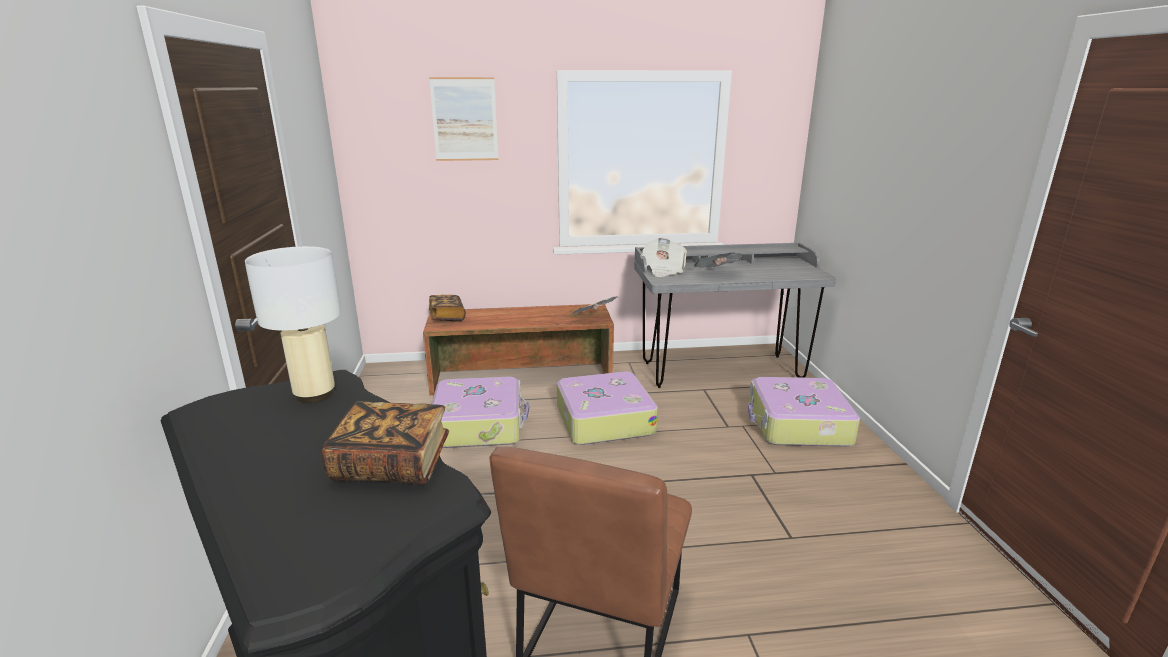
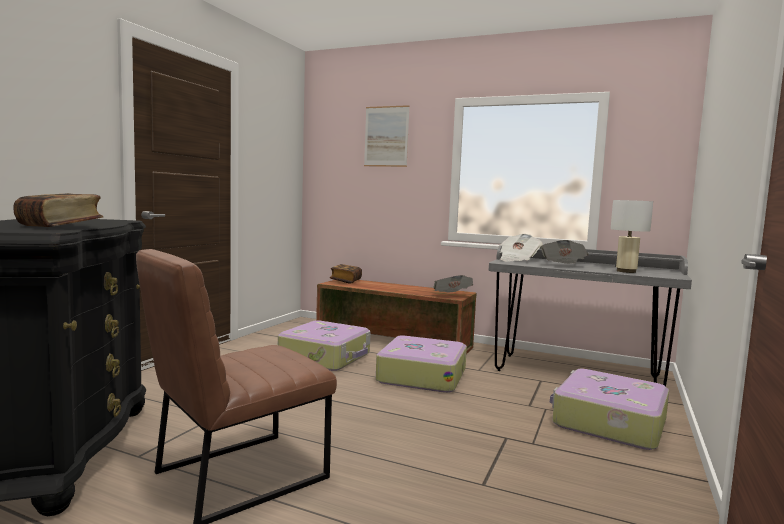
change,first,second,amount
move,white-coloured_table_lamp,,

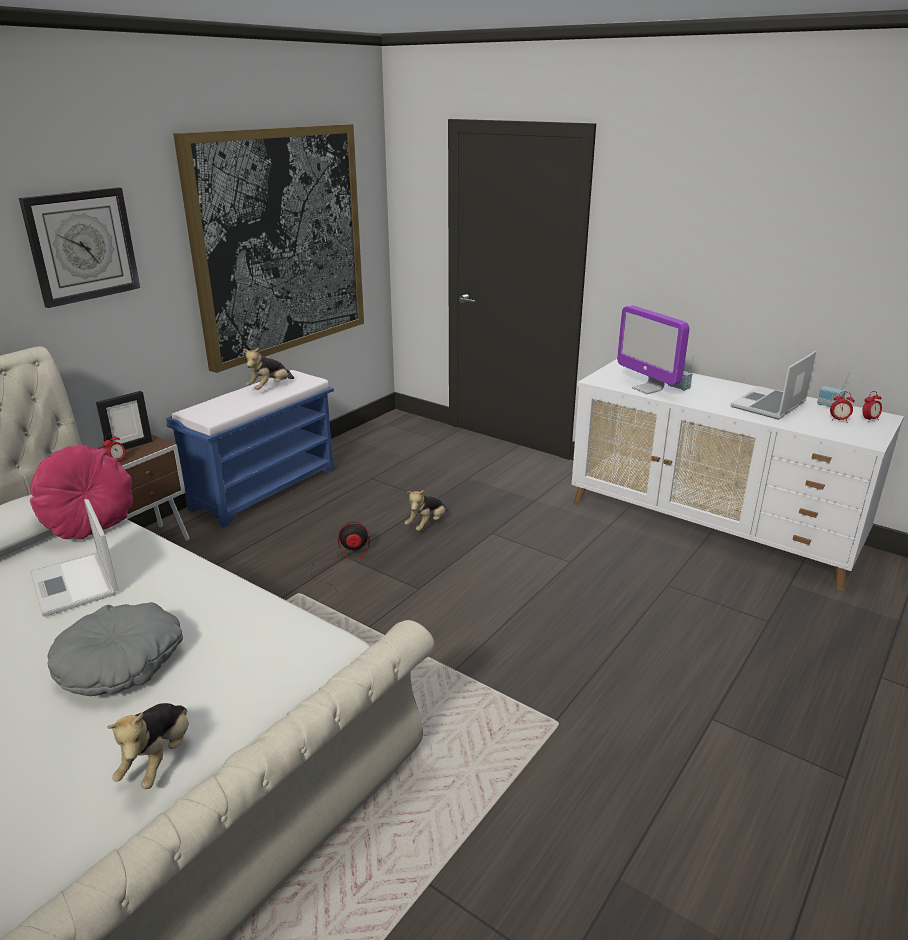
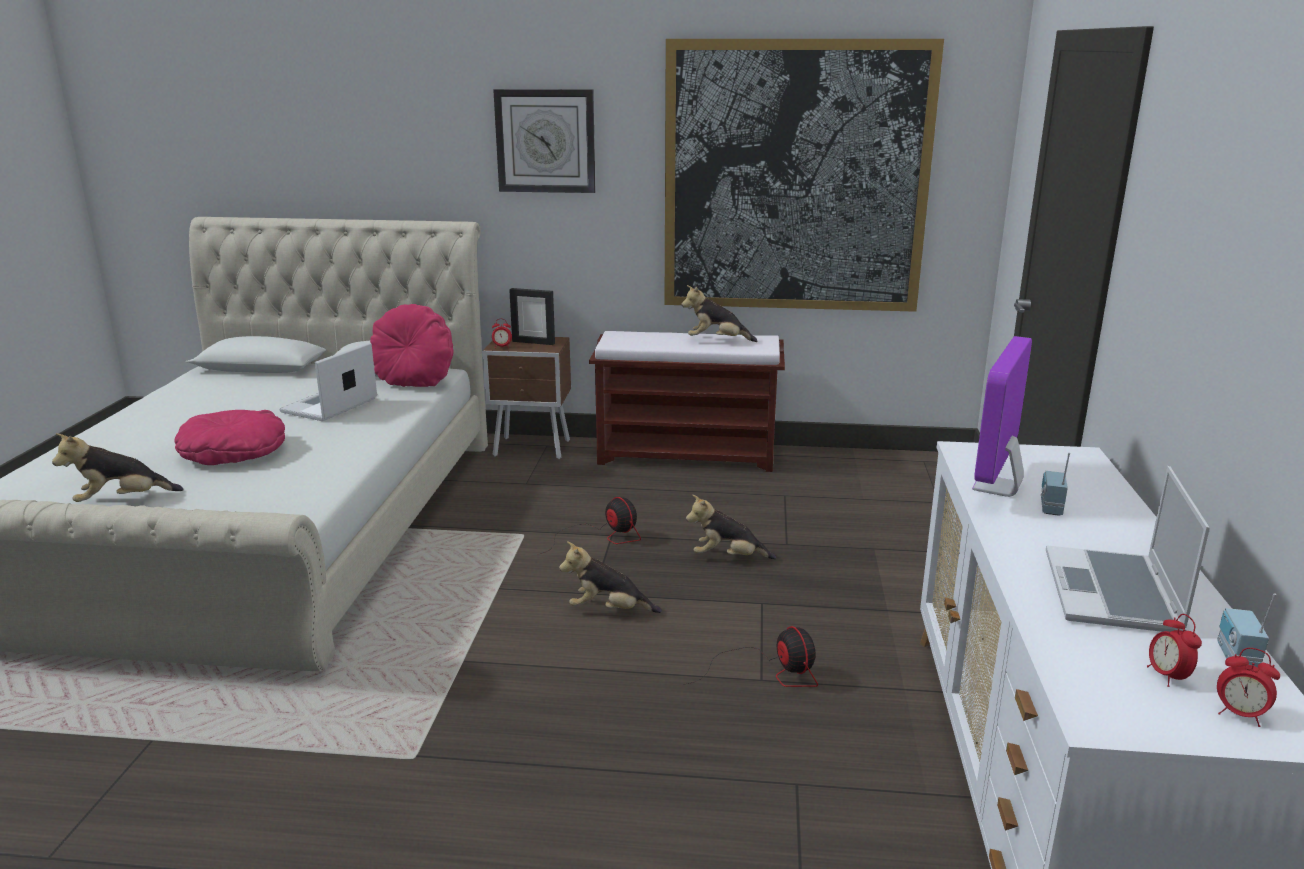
change,first,second,amount
rotate,portable_computer (2nd from left),,90 degrees counterclockwise
recolor,bluish_bench,brown-coloured_bench,
recolor,grey_cushion,pinkish_cushion (1st from left),
insert,,plush_toy (2nd from left),
insert,,fan (2nd from left),

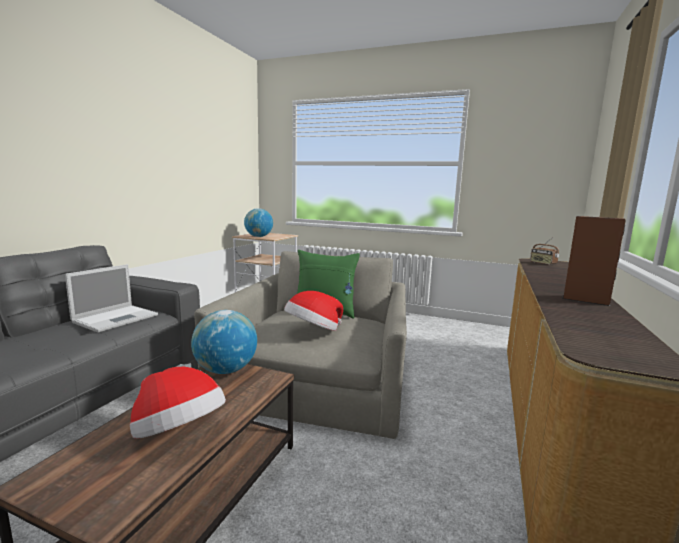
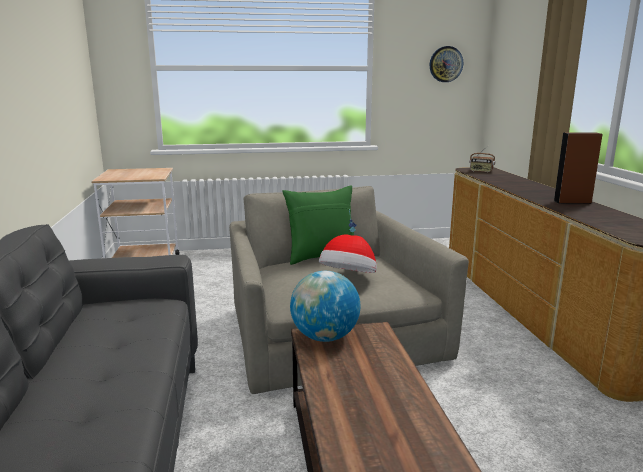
change,first,second,amount
delete,desk_globe (2nd from left),,
delete,portable_computer,,
delete,wearable_hat (1st from left),,
insert,,wall_clock,

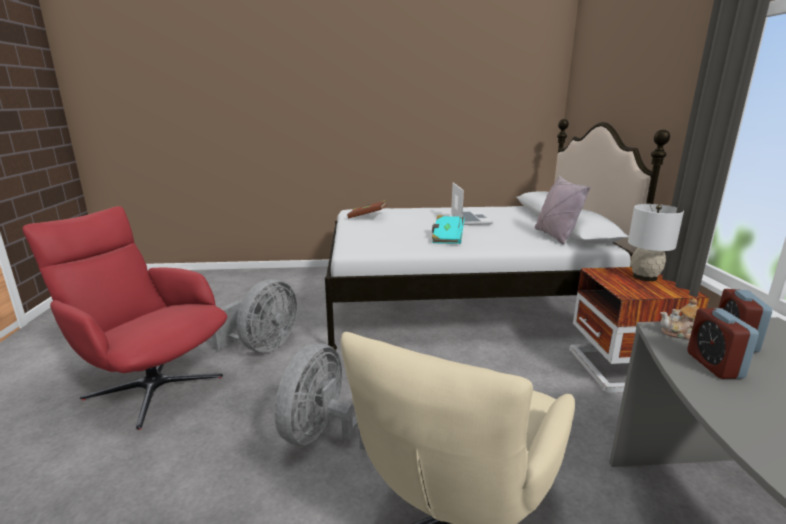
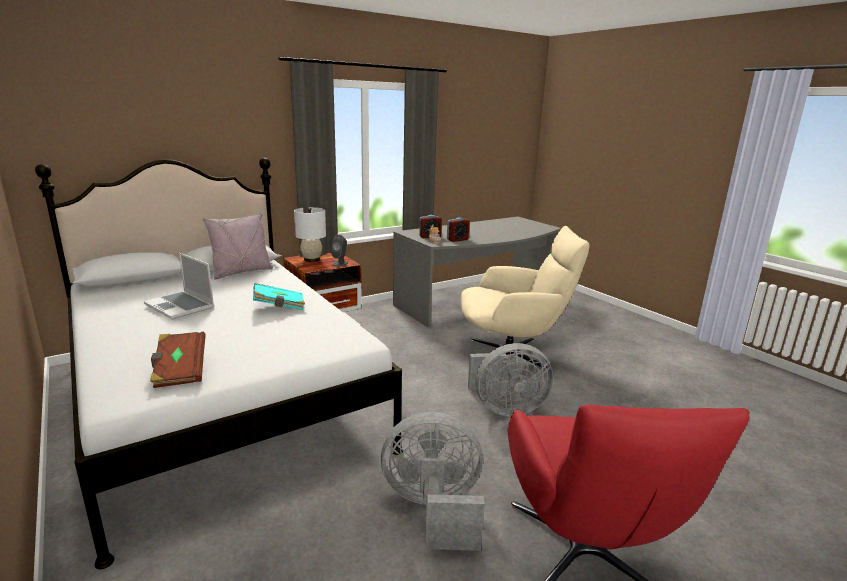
change,first,second,amount
rotate,portable_computer,,105 degrees counterclockwise
insert,,grey_speaker,

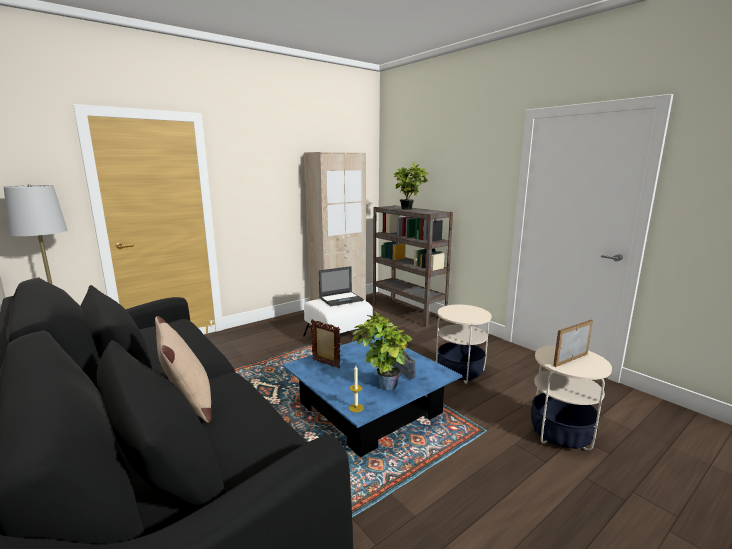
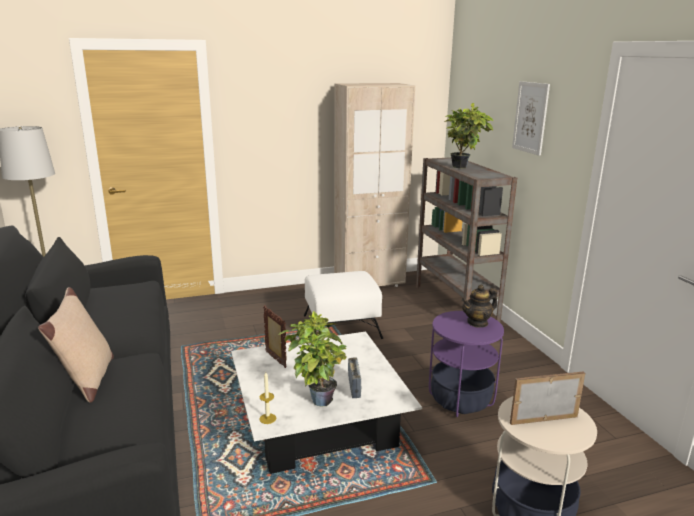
change,first,second,amount
delete,portable_computer,,
recolor,beige_side_table (1st from left),purple_side_table,
recolor,bluish_coffee_table,white-coloured_coffee_table,
insert,,wall_picture,
insert,,teapot,

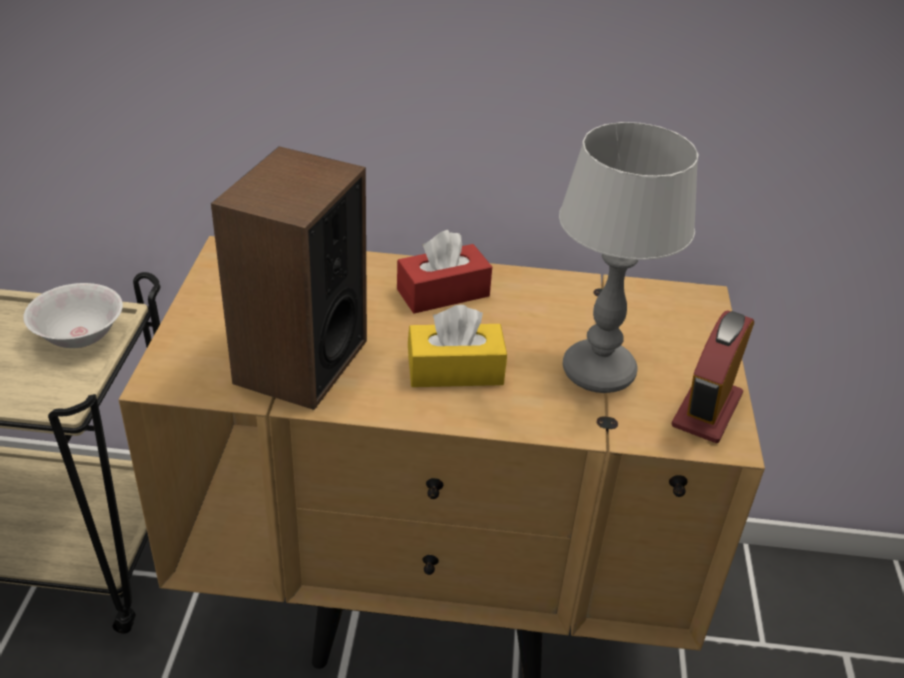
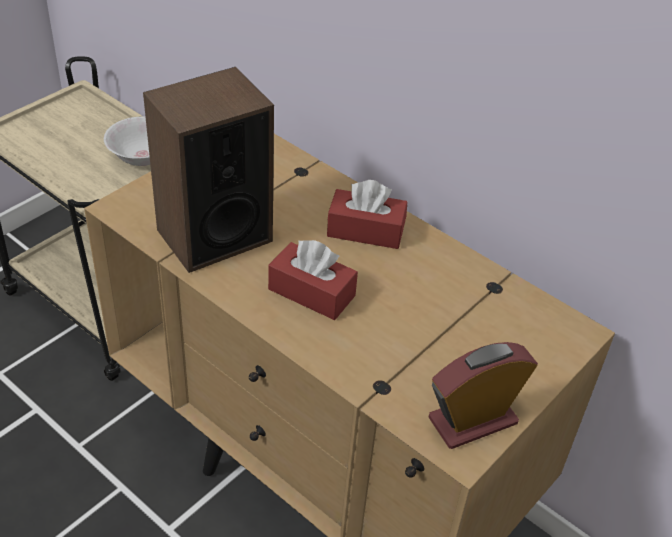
change,first,second,amount
delete,table_lamp,,
recolor,yellow-coloured_box_of_tissues,reddish_box_of_tissues (1st from left),

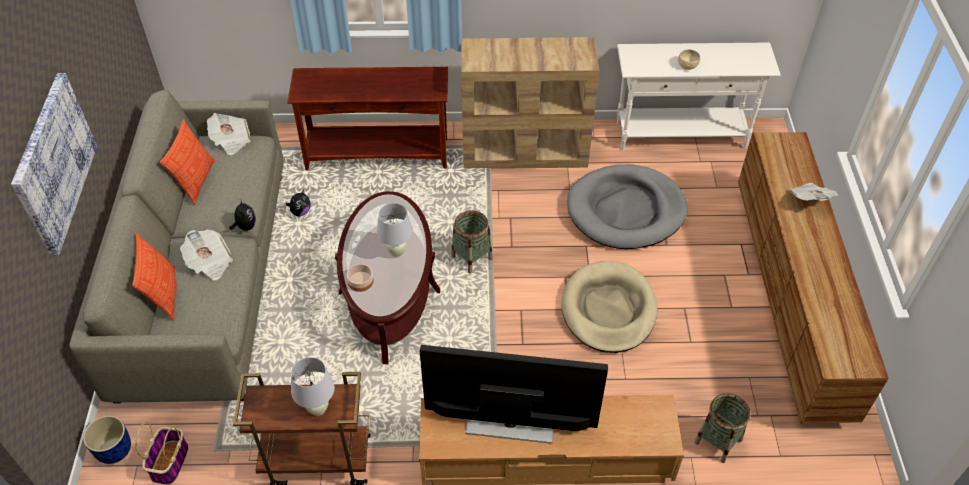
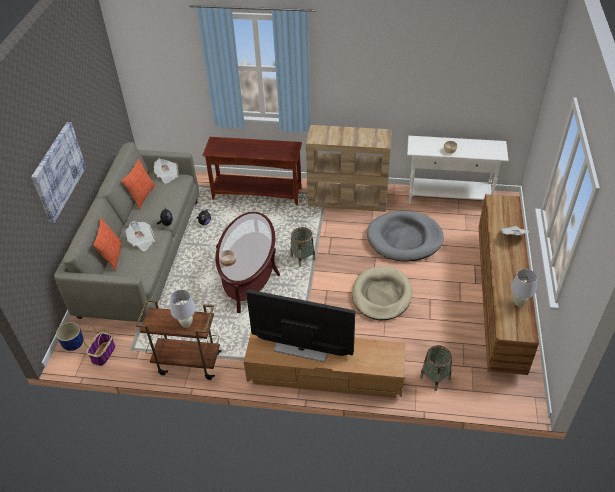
change,first,second,amount
move,white-coloured_table_lamp (2nd from left),,

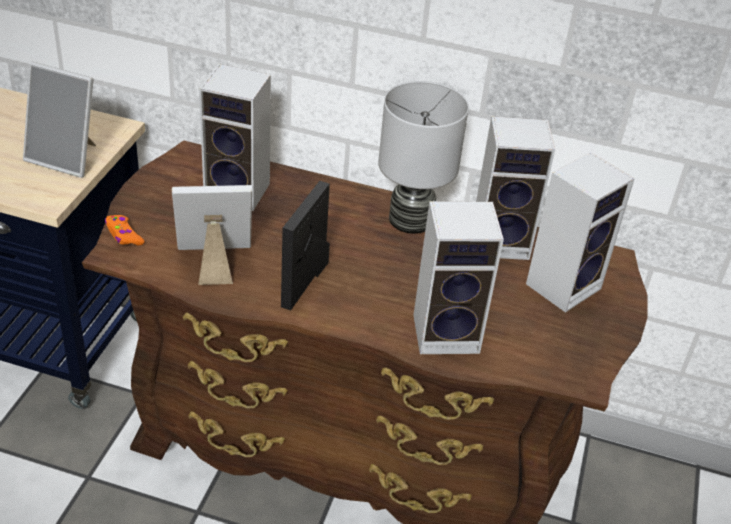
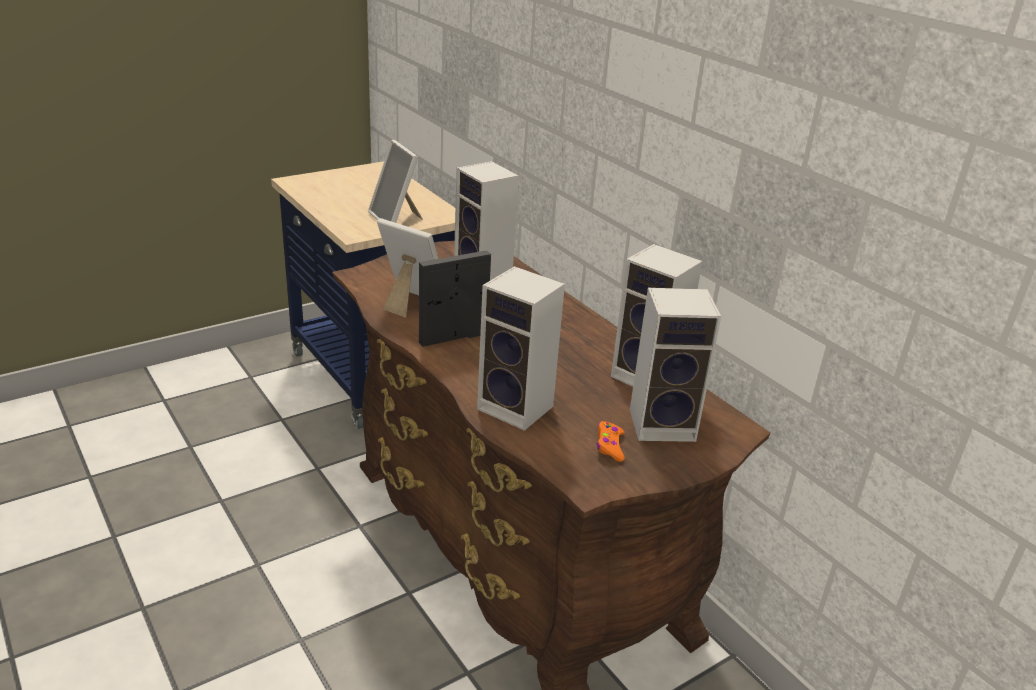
change,first,second,amount
delete,grey_table_lamp,,
move,orange_joypad,,

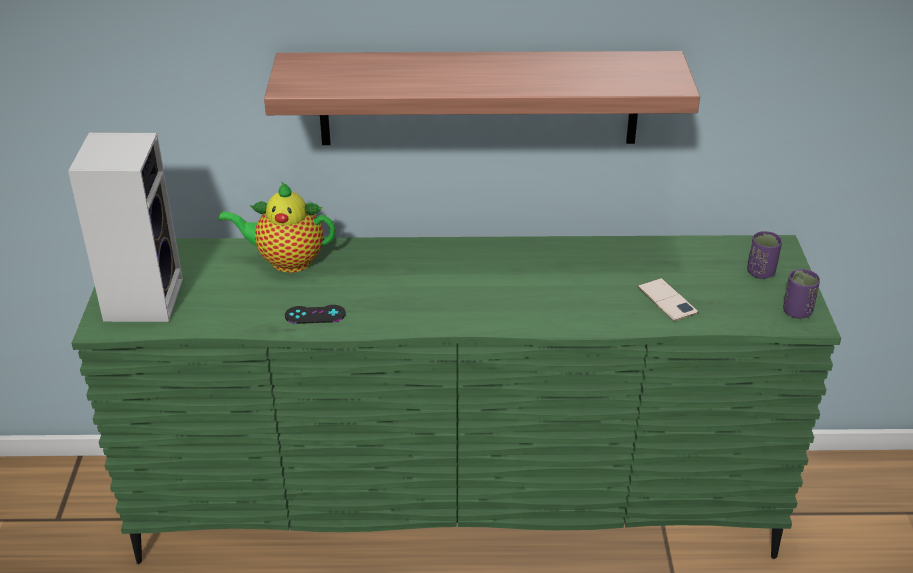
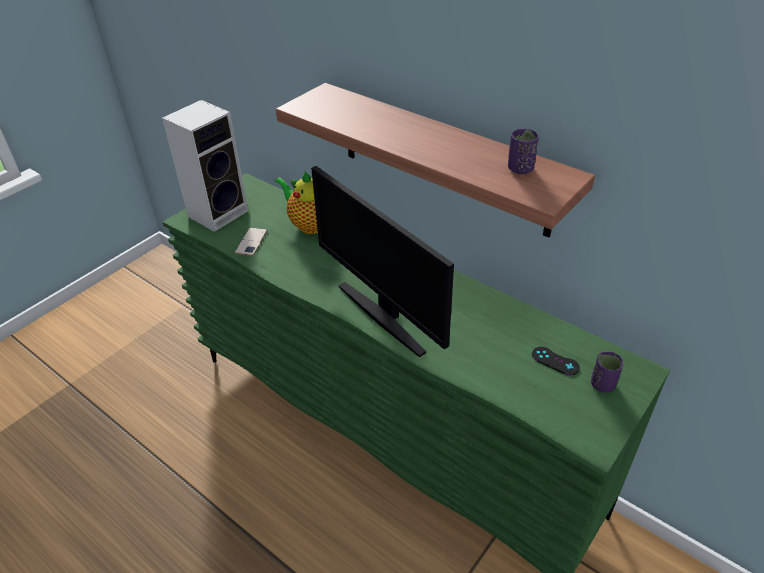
change,first,second,amount
move,purple_cup (2nd from left in the first image),purple_cup (1st from left),
move,phone,,
move,black-coloured_joypad,,
insert,,computer_display,

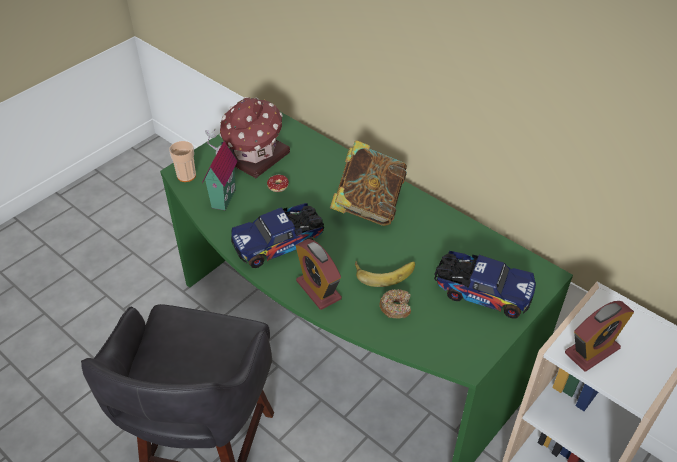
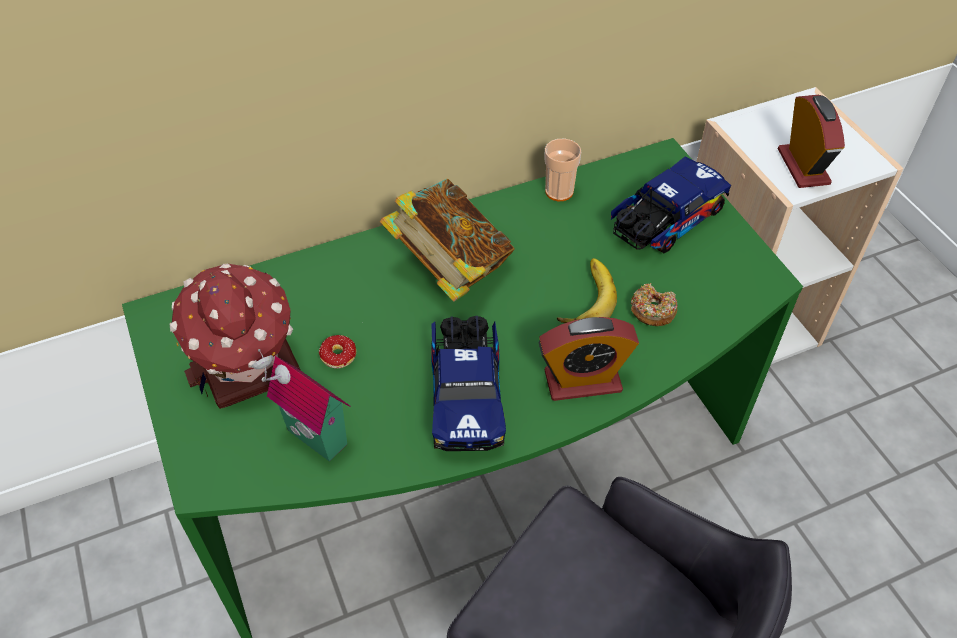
change,first,second,amount
move,cup,,

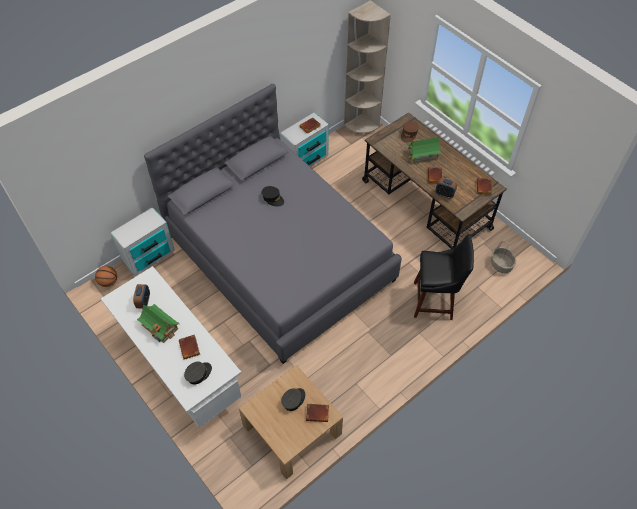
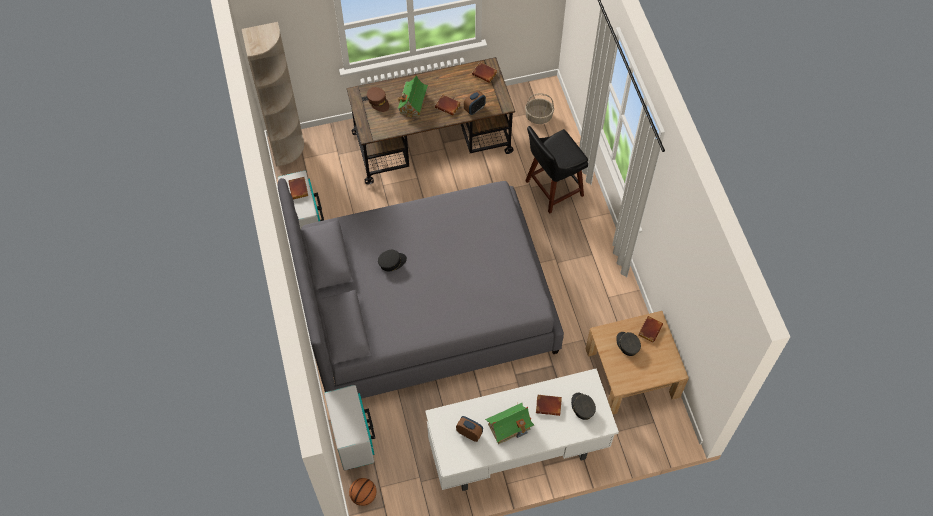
change,first,second,amount
rotate,black-coloured_plain_chair,,150 degrees counterclockwise

